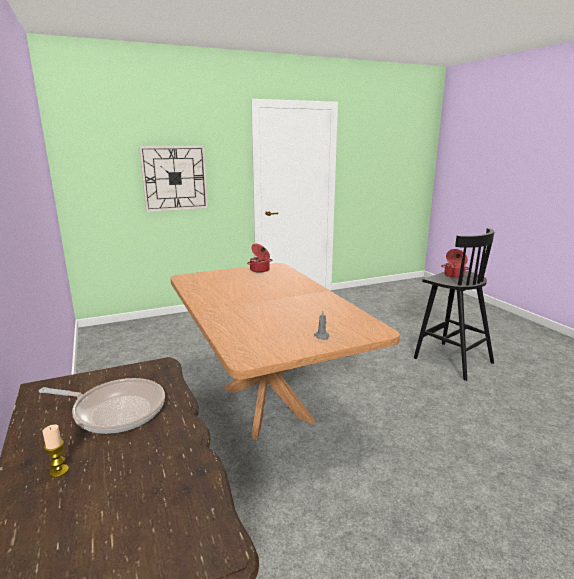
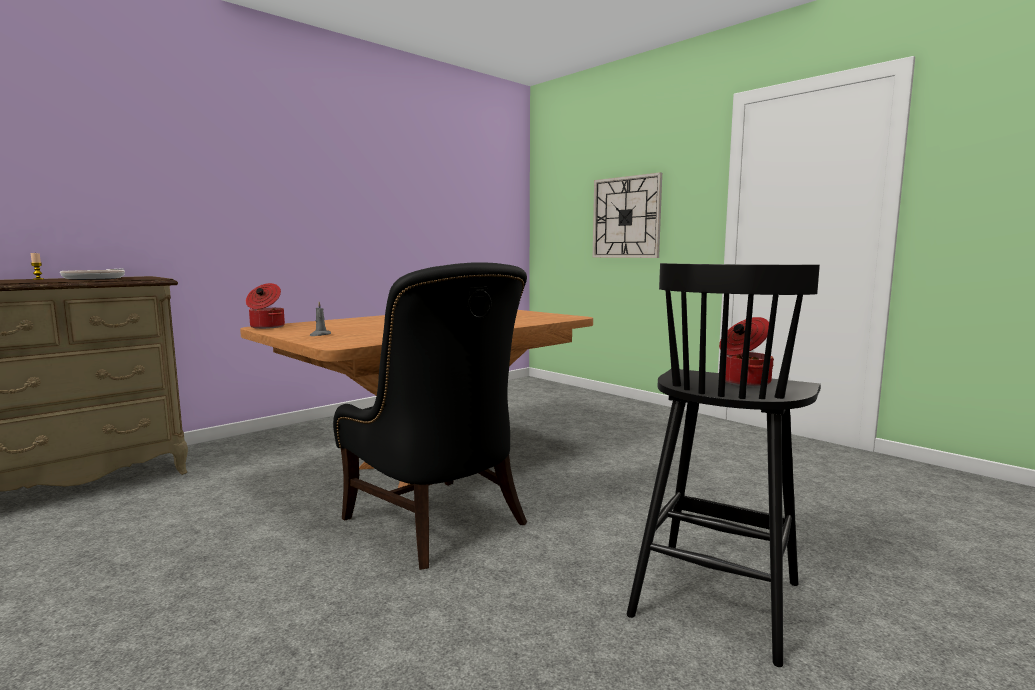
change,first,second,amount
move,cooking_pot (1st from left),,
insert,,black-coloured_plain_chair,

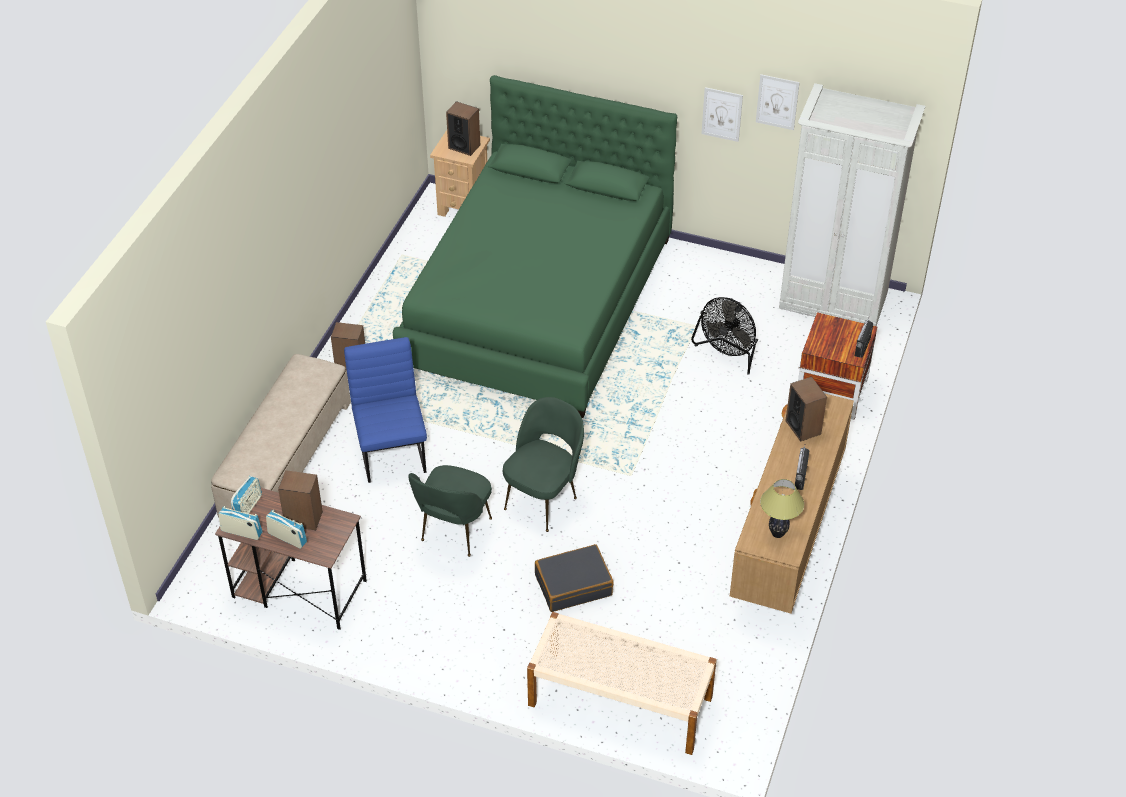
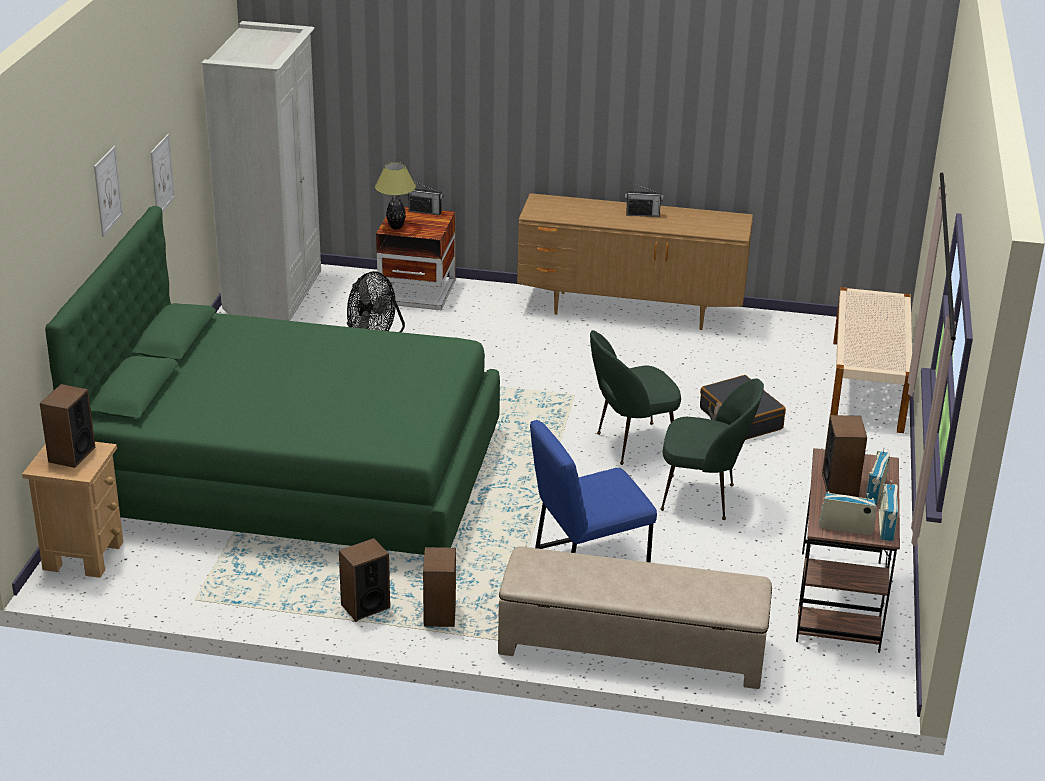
change,first,second,amount
move,wall_picture (2nd from left in the first image),wall_picture (1st from left),
move,speaker (4th from left in the first image),speaker (2nd from left),
rotate,green-coloured_plain_chair (2nd from left in the first image),green-coloured_plain_chair (1st from left),45 degrees counterclockwise
move,table_lamp,,

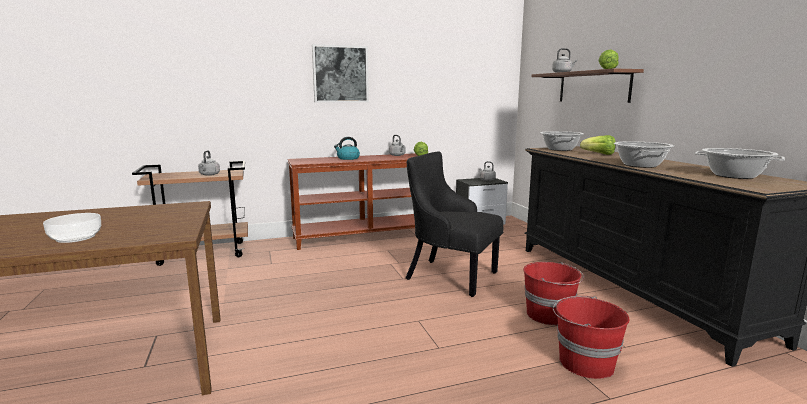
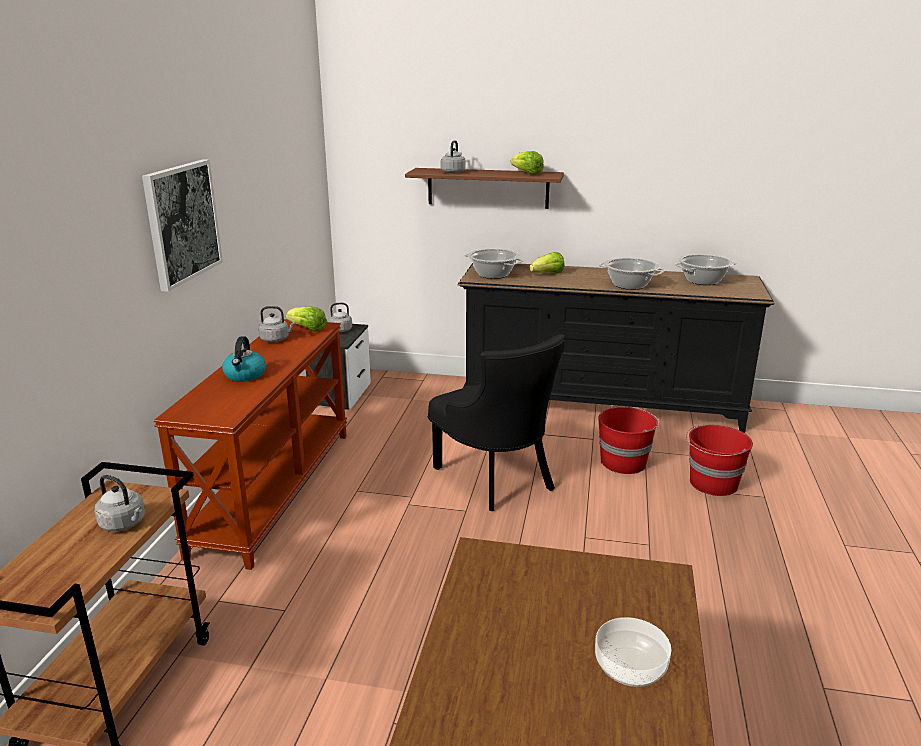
change,first,second,amount
rotate,black-coloured_plain_chair,,90 degrees counterclockwise

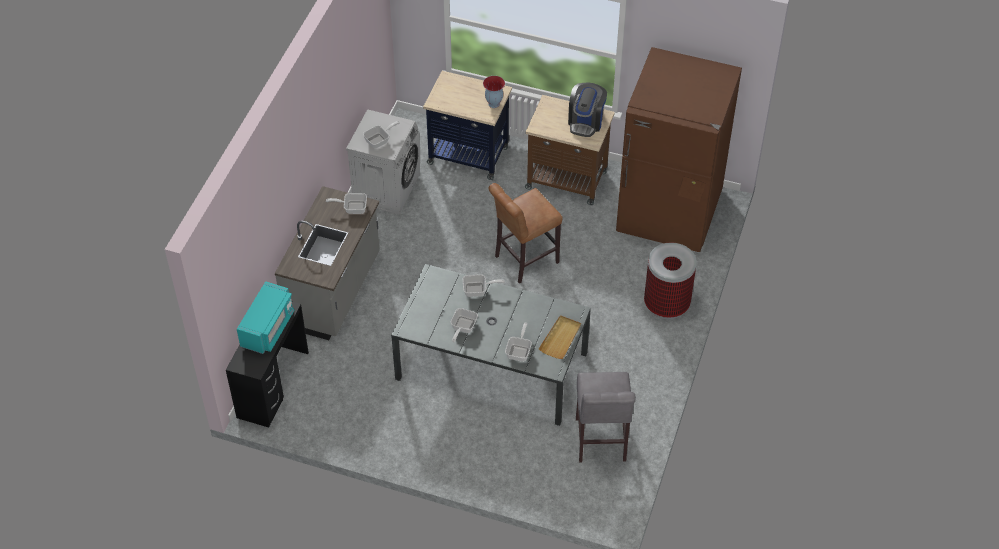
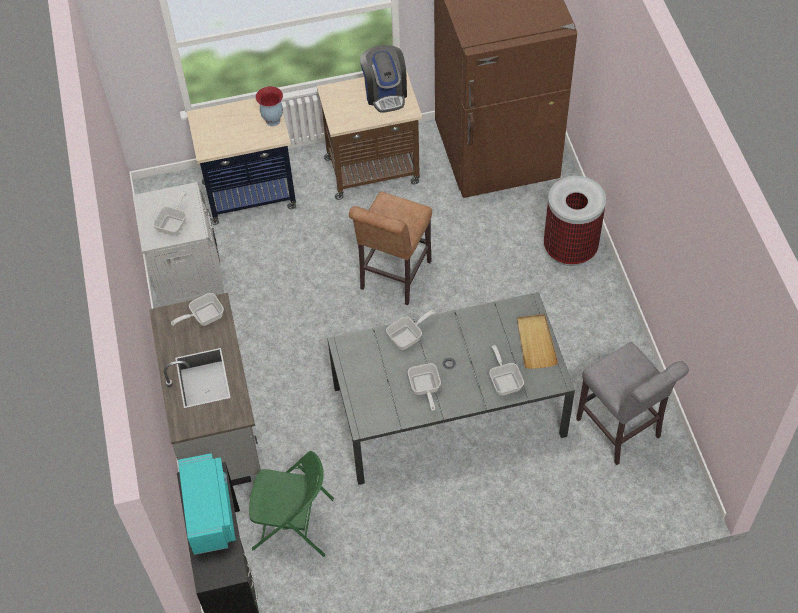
change,first,second,amount
insert,,green-coloured_plain_chair,

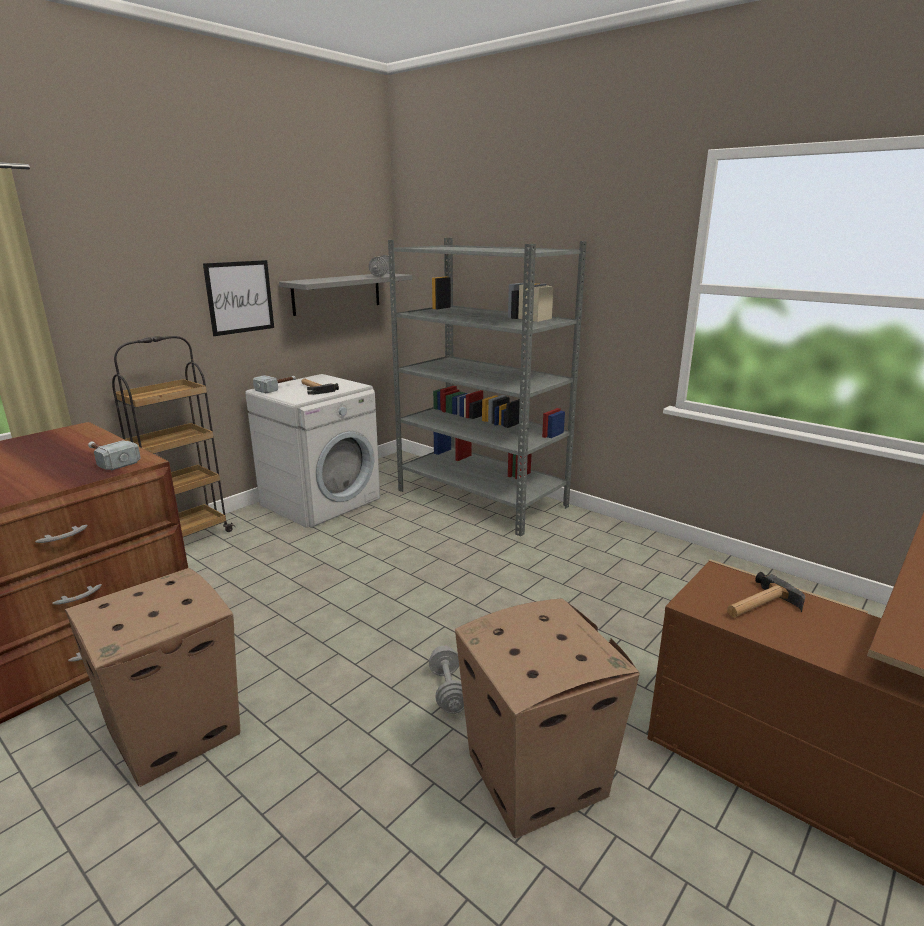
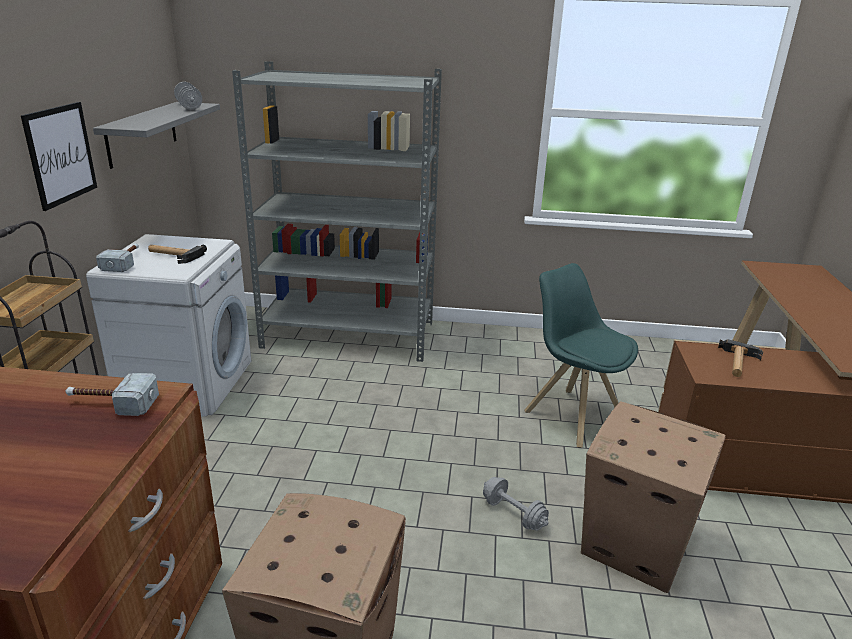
change,first,second,amount
insert,,turquoise-coloured_plain_chair,

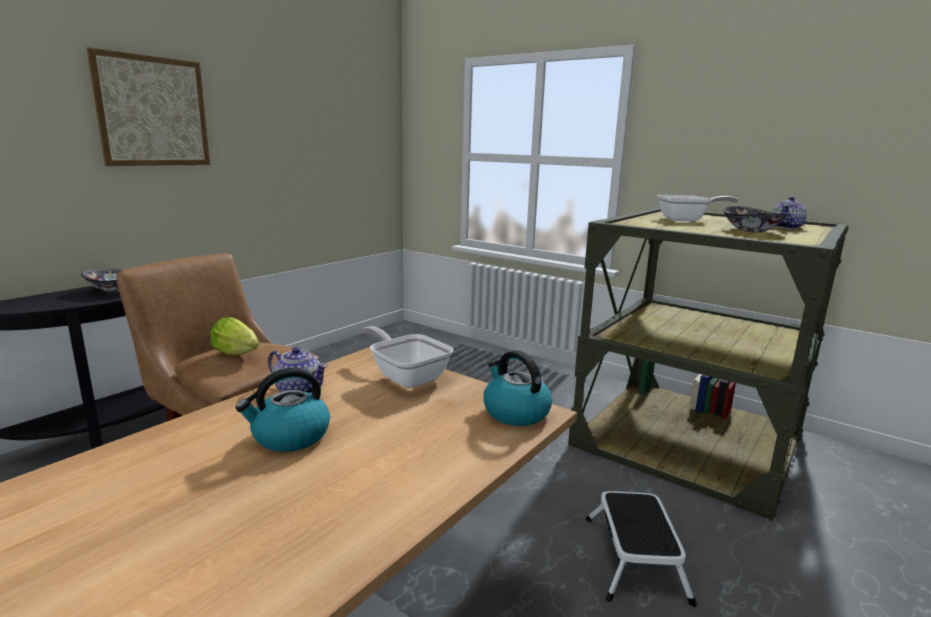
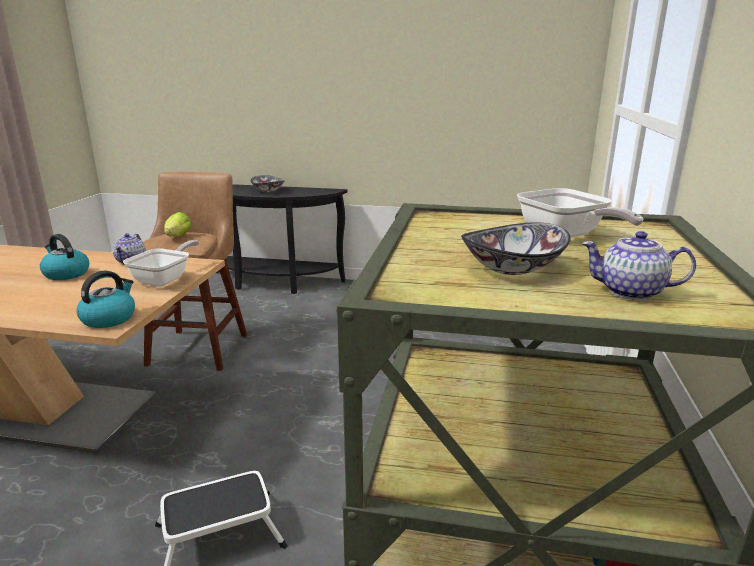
change,first,second,amount
delete,wall_picture,,

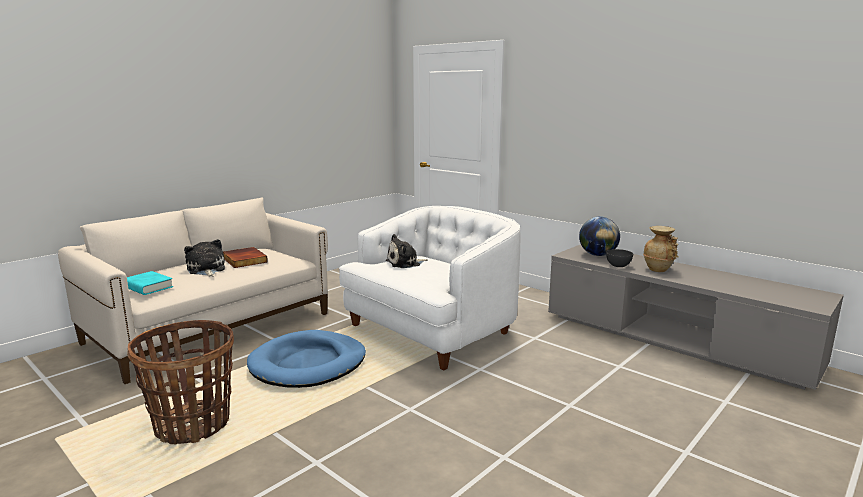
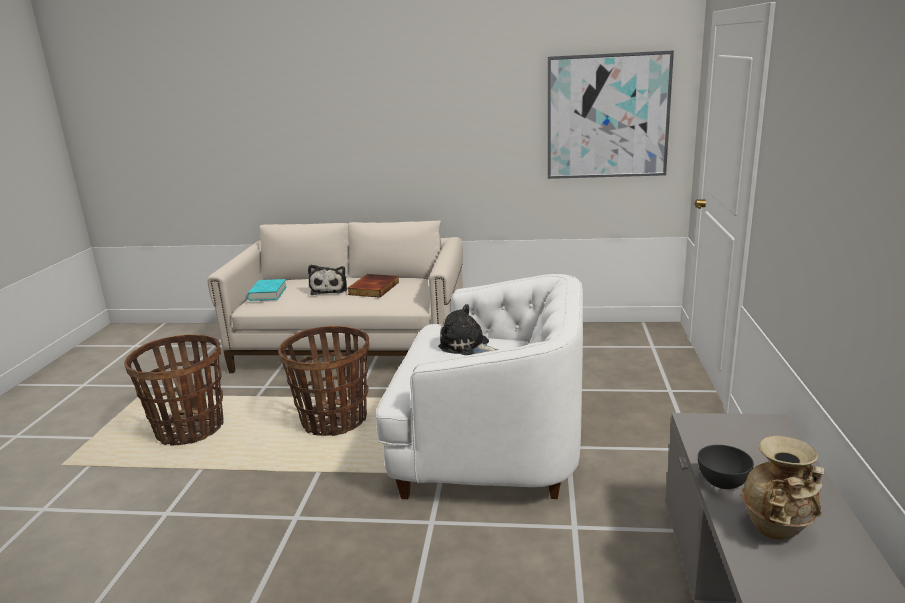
change,first,second,amount
delete,desk_globe,,
rotate,plush_toy (1st from left),,150 degrees clockwise
replace,bluish_dog_cushion,household_basket (2nd from left),
insert,,wall_picture,

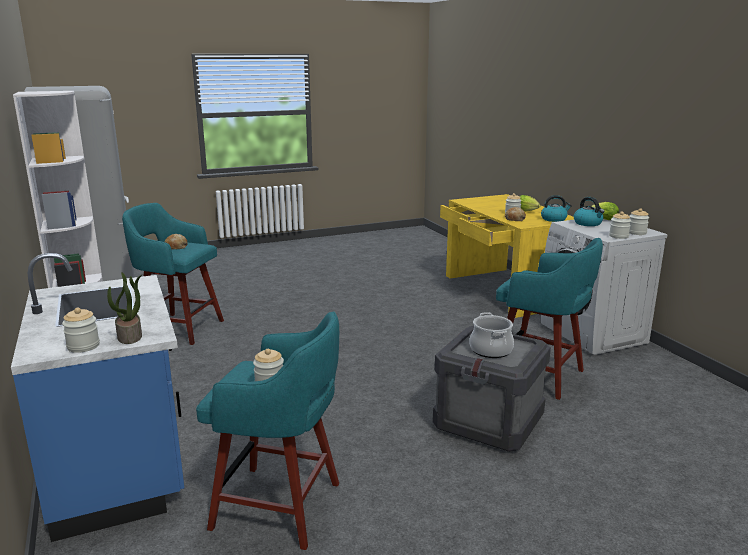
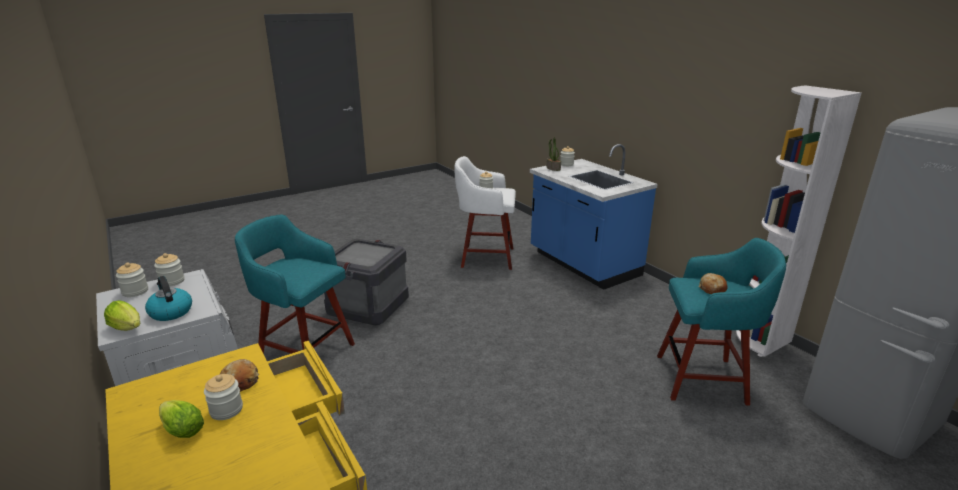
change,first,second,amount
delete,kettle (1st from left),,
recolor,turquoise-coloured_stool (2nd from left),white-coloured_stool,
delete,cooking_pot,,

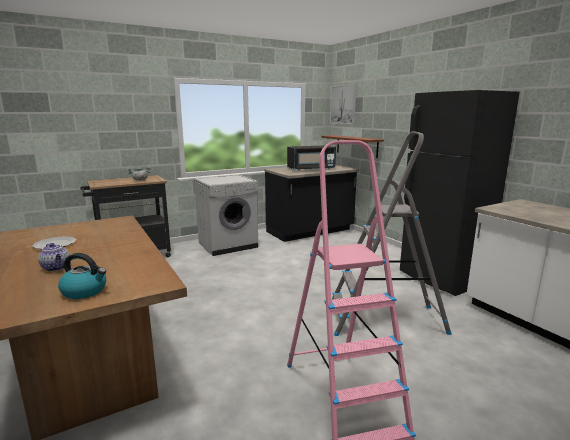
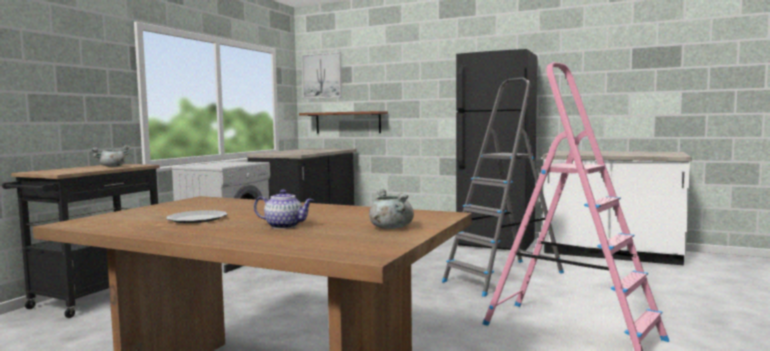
change,first,second,amount
delete,black-coloured_kitchen_microwave,,
replace,kettle,grey_cooking_pot (2nd from left),

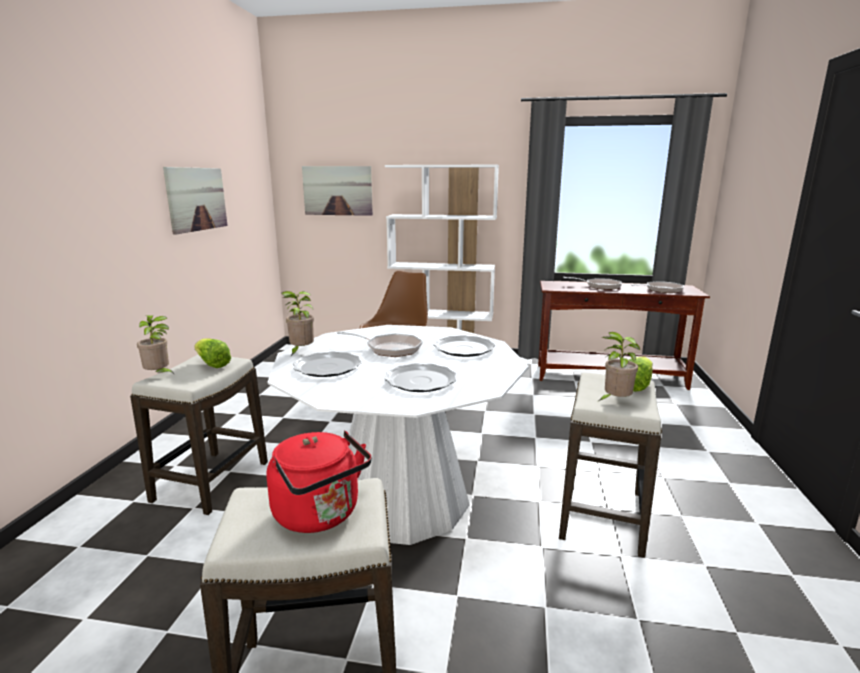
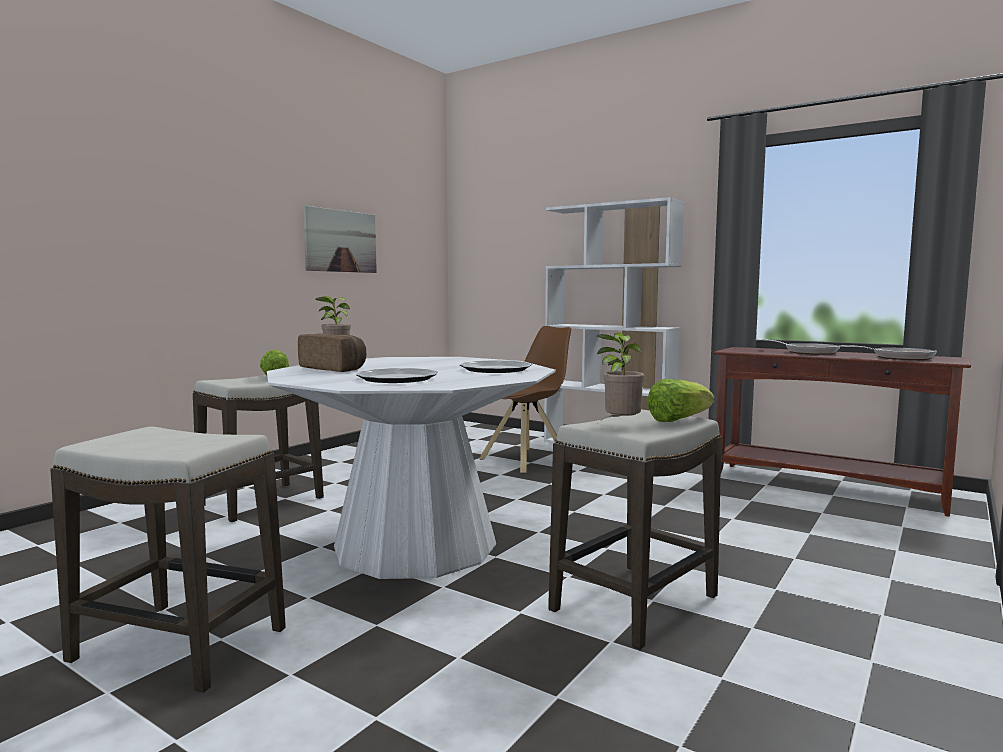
change,first,second,amount
delete,wall_picture (2nd from left),,
delete,houseplant (1st from left),,
delete,frying_pan (1st from left),,
replace,flat_dish (1st from left),baked_bread,
delete,reddish_kettle,,

